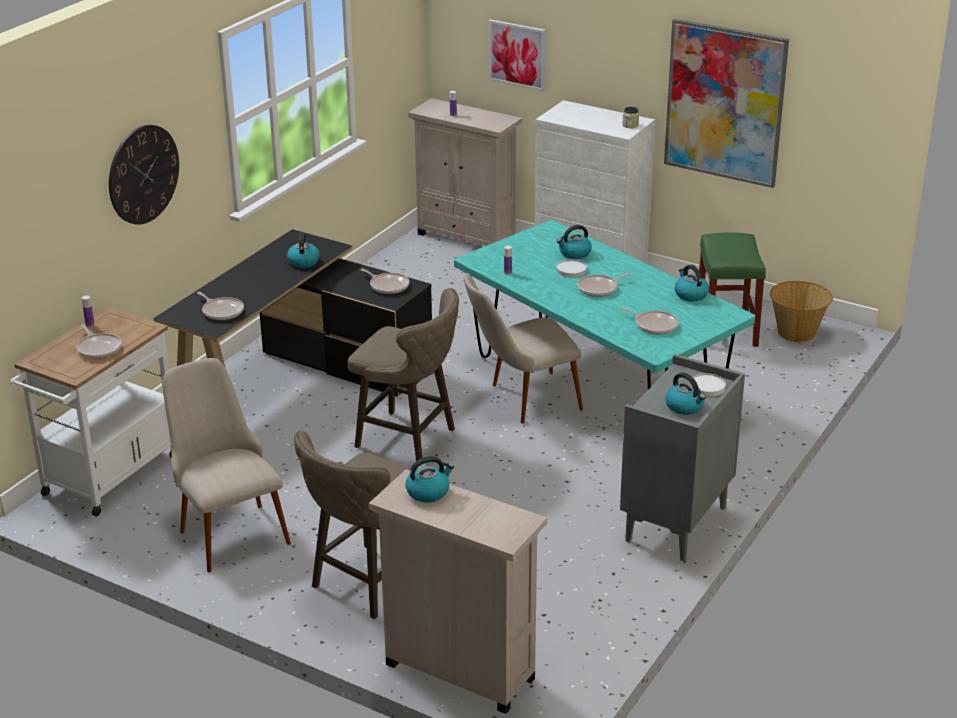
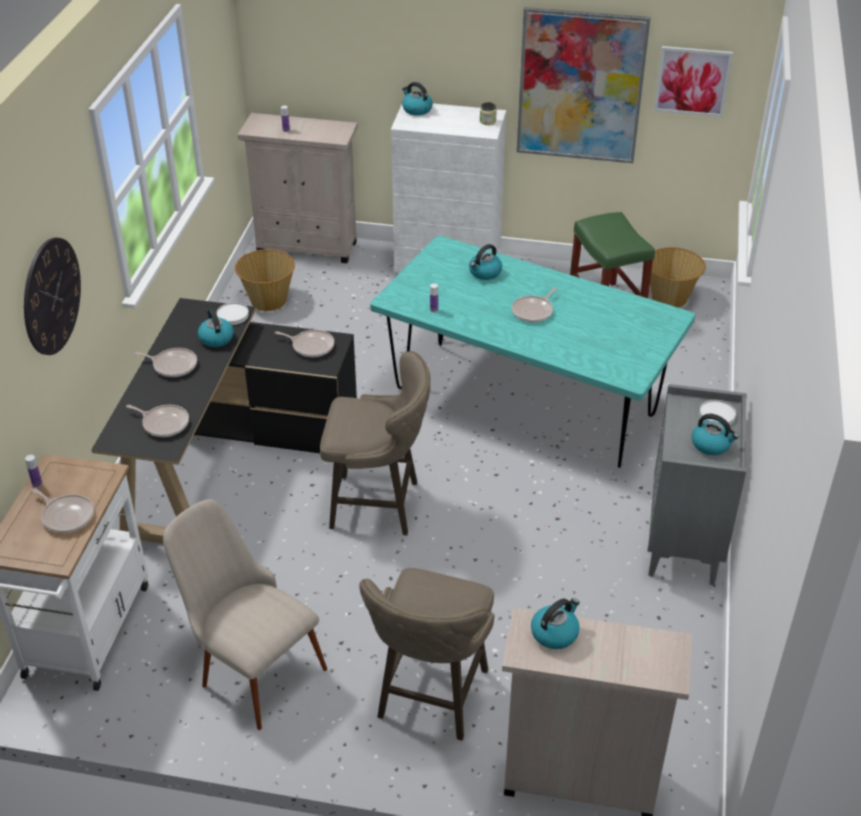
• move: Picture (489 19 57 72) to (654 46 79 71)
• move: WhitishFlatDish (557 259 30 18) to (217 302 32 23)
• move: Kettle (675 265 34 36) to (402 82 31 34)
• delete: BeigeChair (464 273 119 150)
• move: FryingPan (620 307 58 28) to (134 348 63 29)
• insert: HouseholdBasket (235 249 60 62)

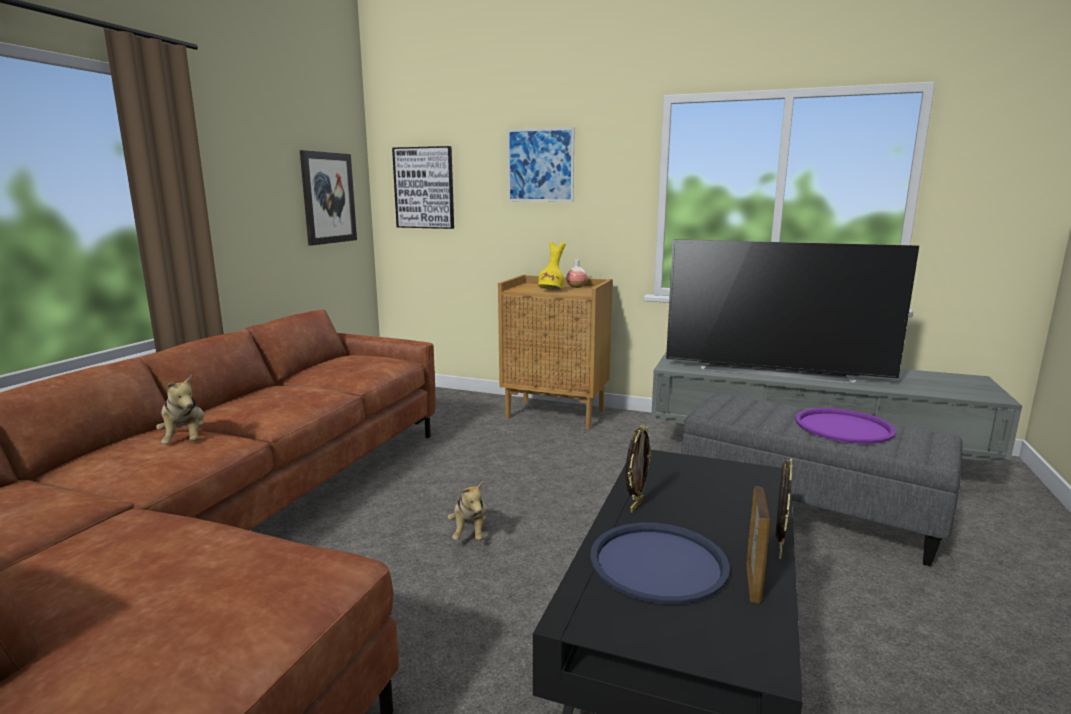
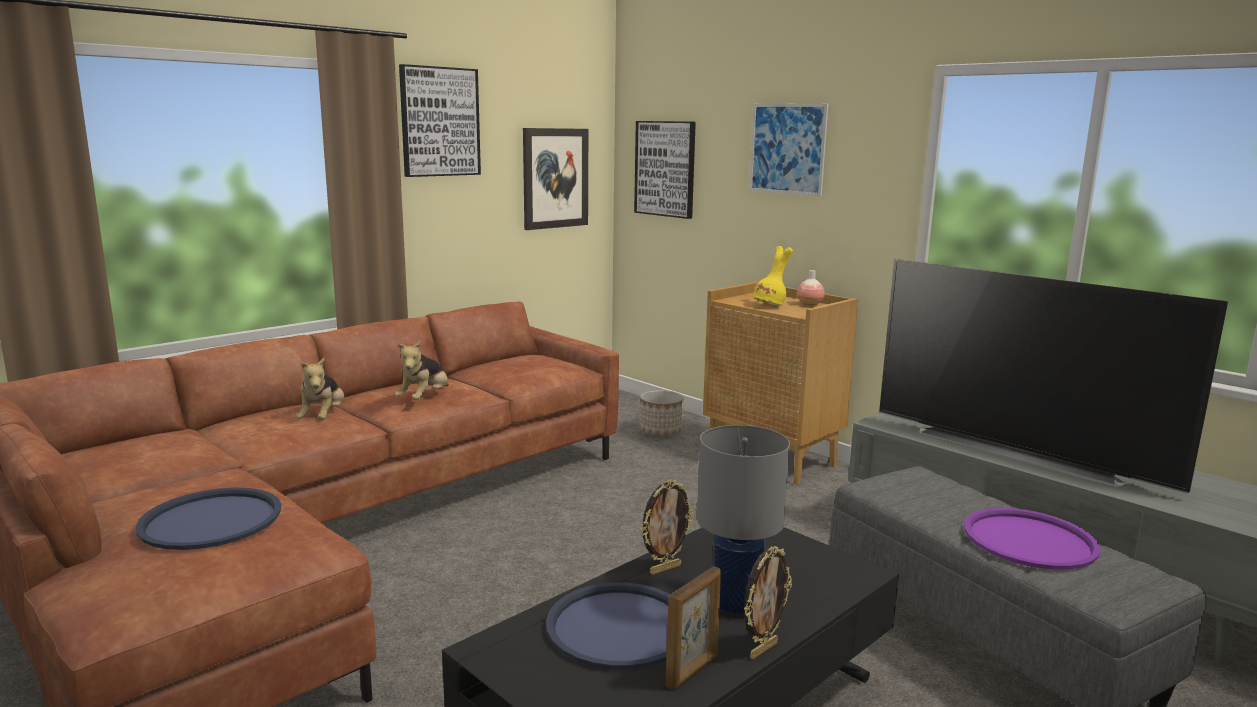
• move: CuddlyToy (448 481 39 60) to (395 341 53 59)
• insert: Picture (399 64 82 113)
• insert: Planter (640 390 44 46)
• insert: GrayTabletopLamp (697 425 93 189)
• insert: BlueTray (135 488 146 62)

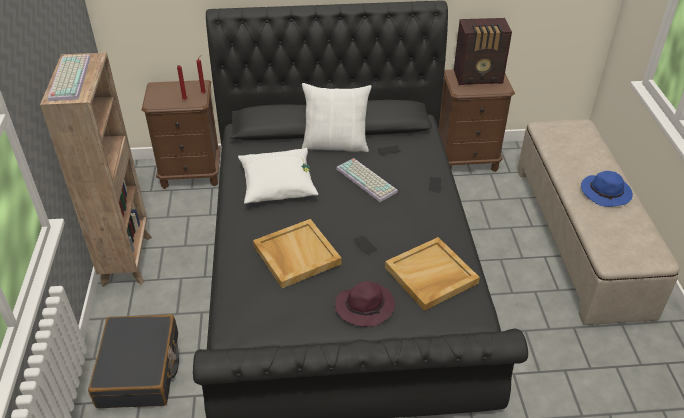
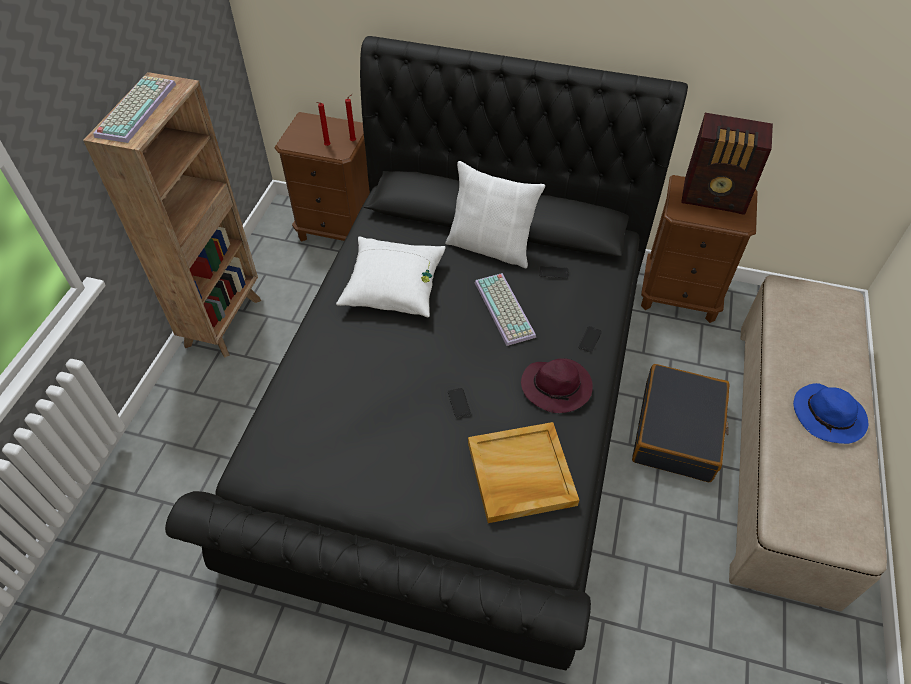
• delete: BeigeTray (253 219 88 70)
• move: PurpleClothingHat (335 281 60 46) to (521 358 72 55)
• move: BlackishPieceOfLuggage (88 315 91 93) to (632 364 98 118)

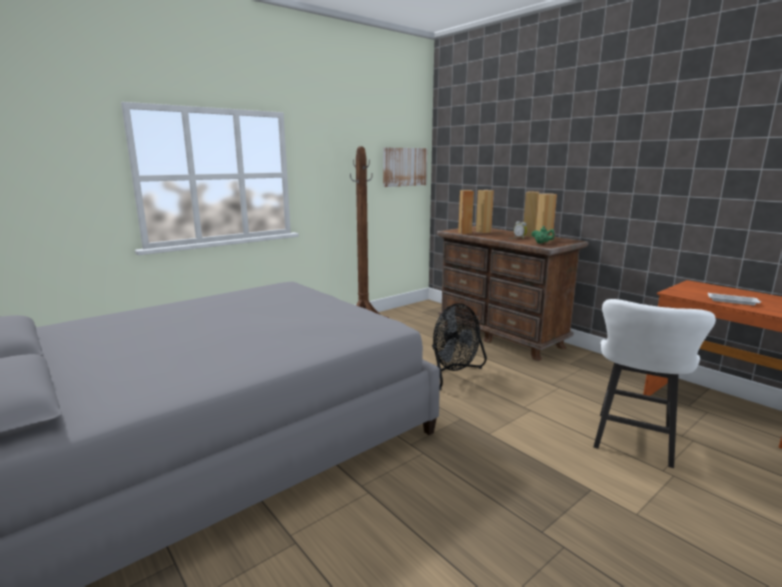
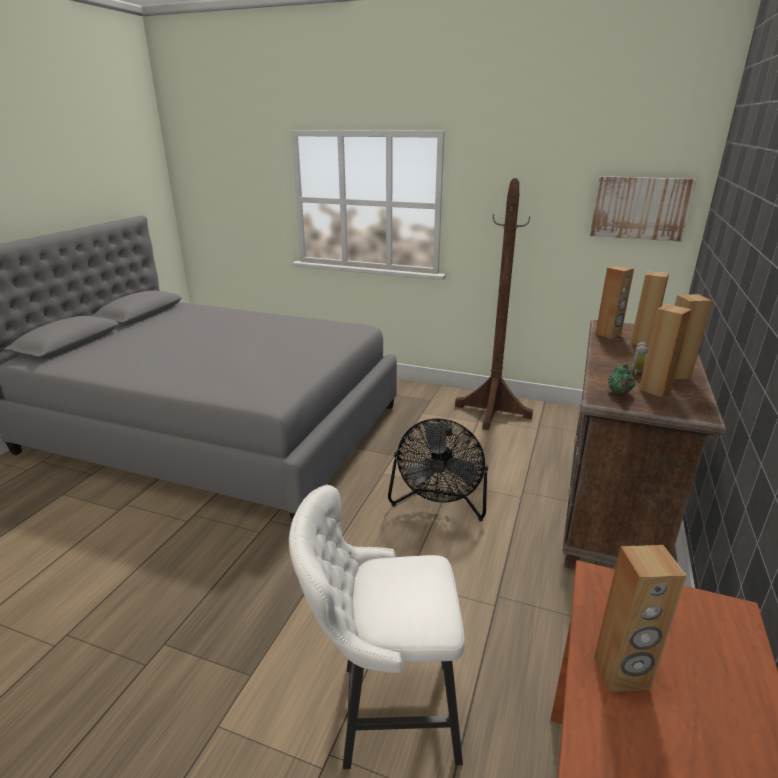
• replace: WhitishTray (707 292 54 13) to BrownLoudspeaker (594 545 93 147)

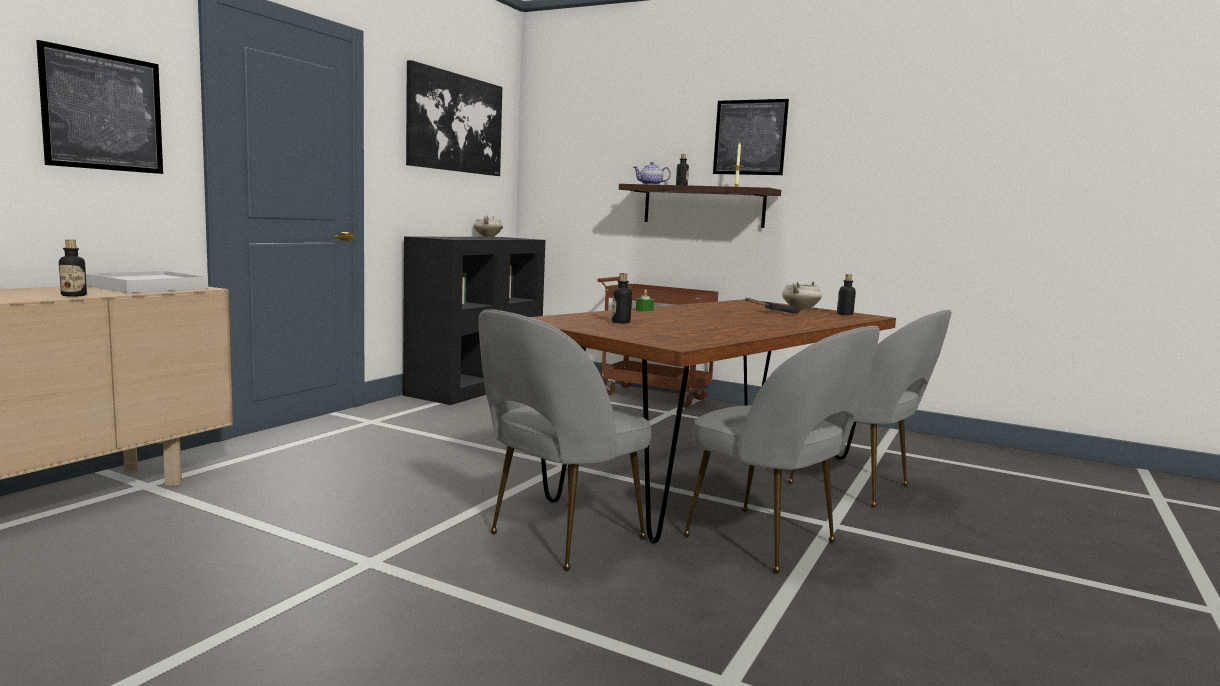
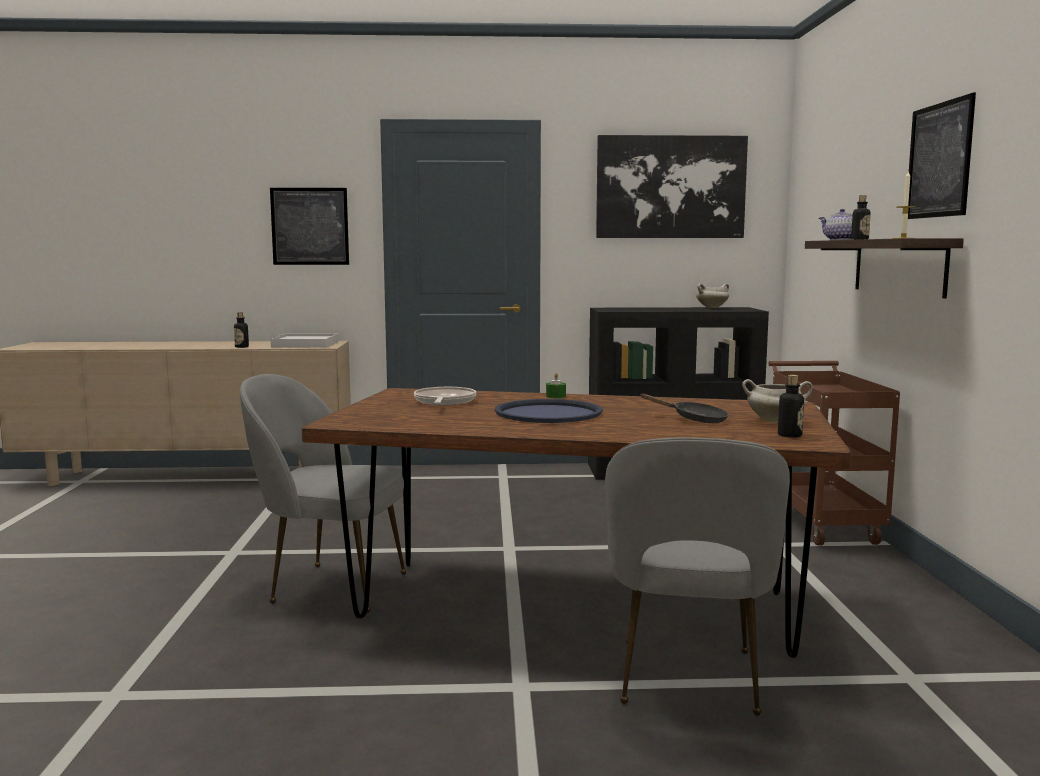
• replace: BeverageBottle (612 273 20 50) to FryingPan (414 387 62 18)
• delete: GrayChair (684 326 196 247)
• insert: BlueTray (495 399 108 24)

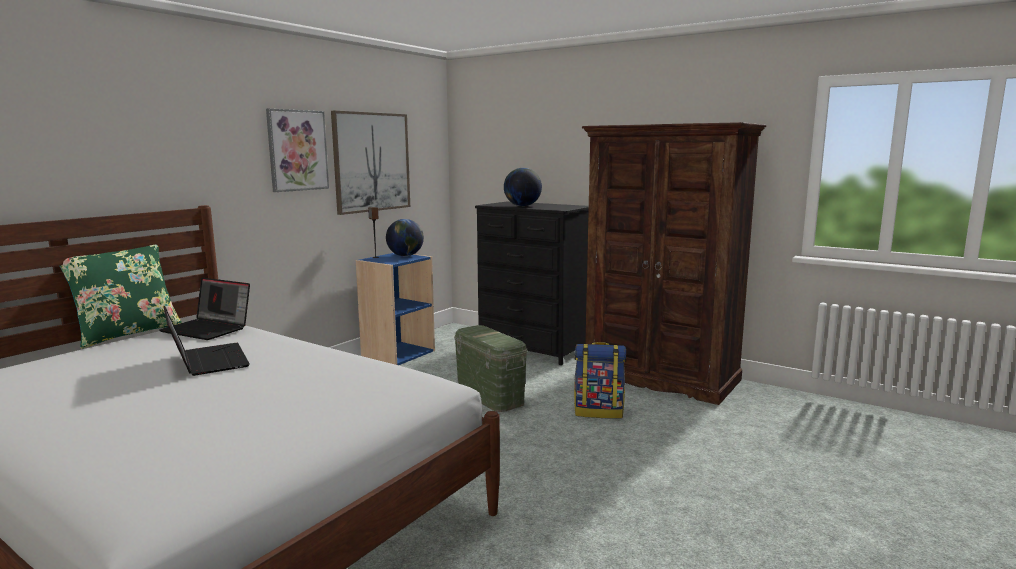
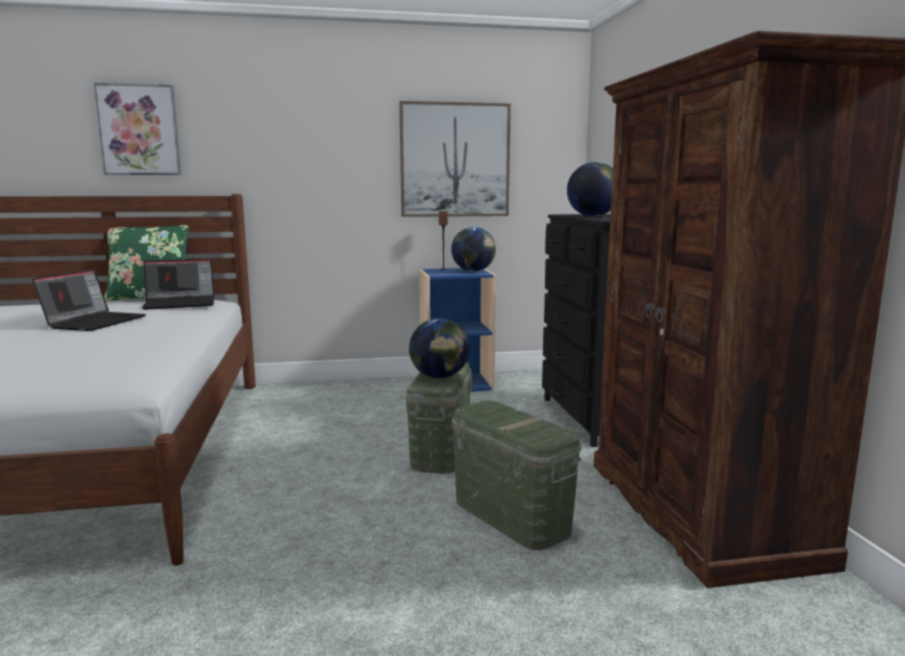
• move: Picture (266 108 63 84) to (93 83 88 92)
• rotate: PortableComputer (159 278 91 62) = (142 259 72 51) 90 degrees counterclockwise
• replace: Backpack (574 342 52 77) to GreenColouredStorageBox (452 400 129 151)
• insert: DeskGlobe (409 318 60 60)

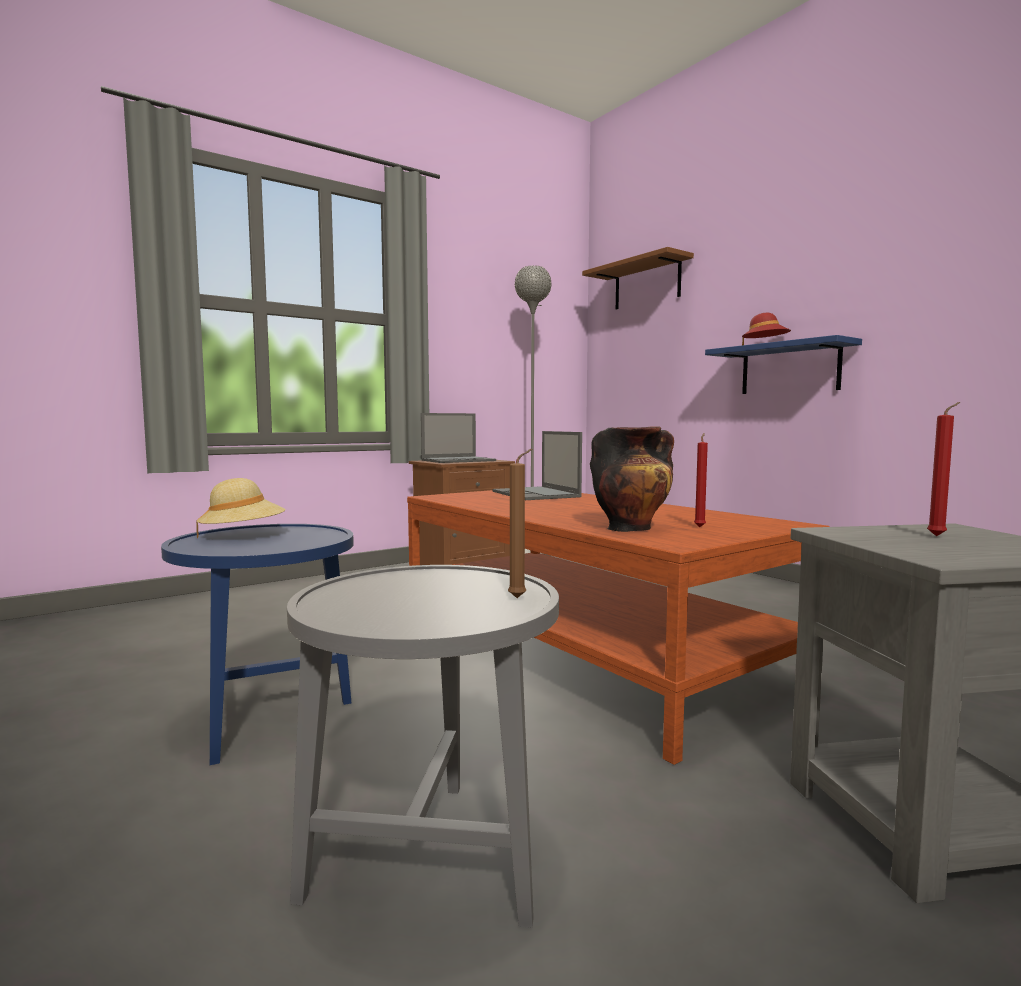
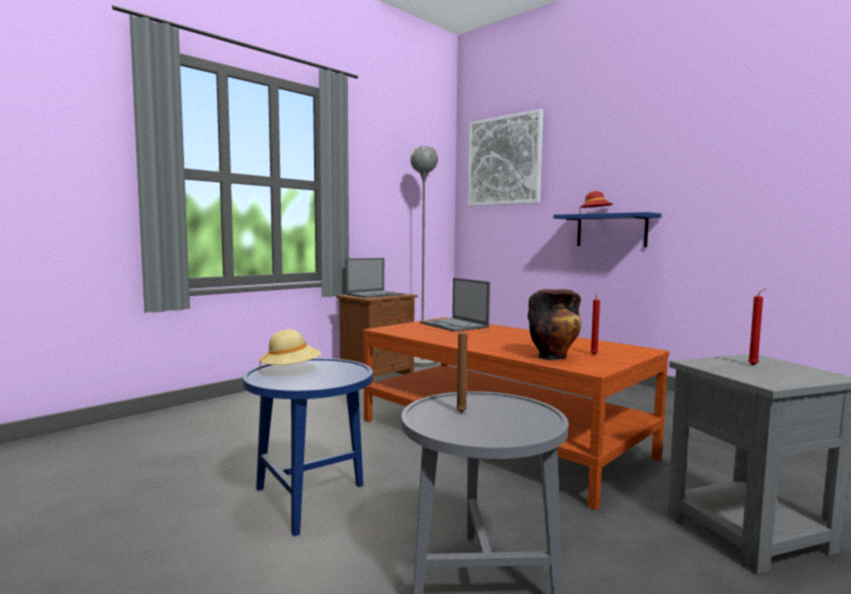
• replace: BrownShelf (582 247 112 62) to Picture (468 109 75 97)
• move: BrownWaxCandle (508 449 24 149) to (456 323 15 90)

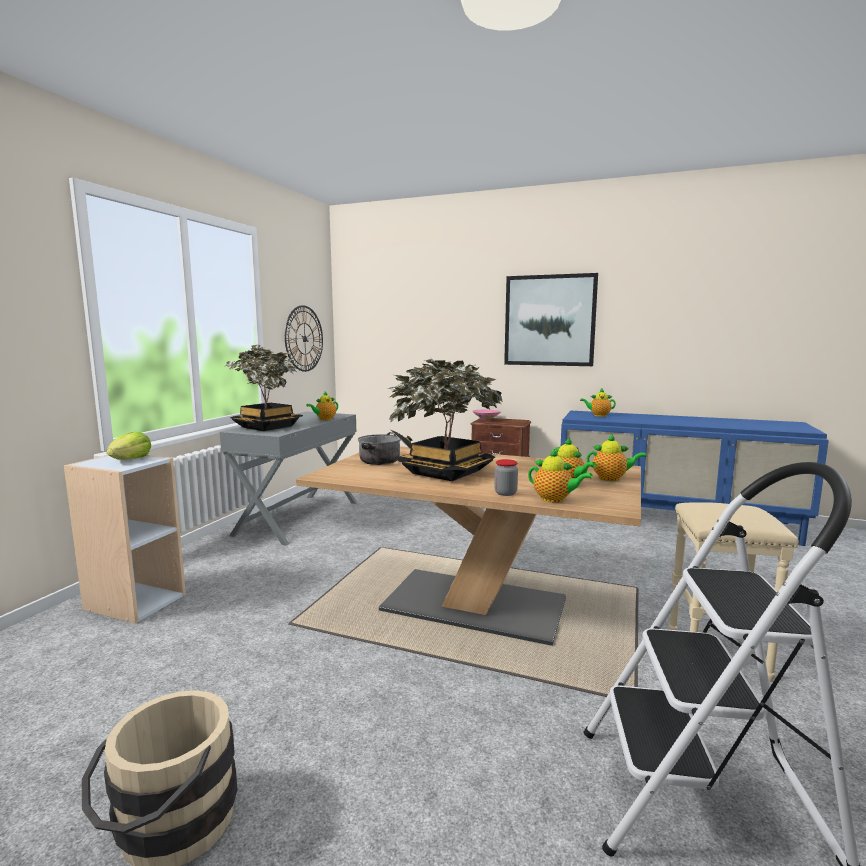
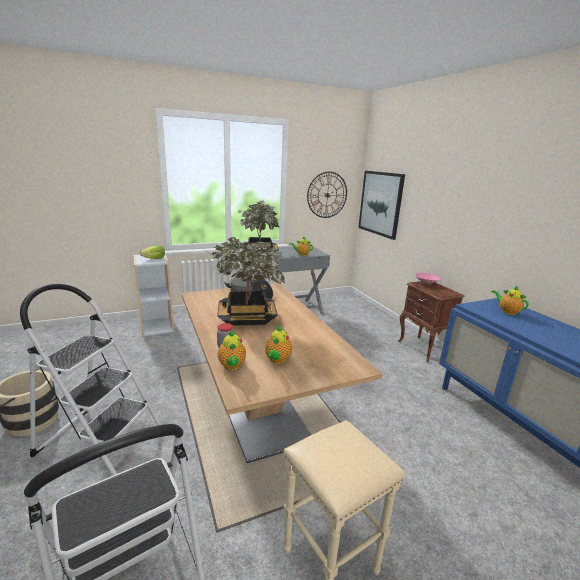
• move: Picture (504 273 94 93) to (358 171 47 69)
• delete: Teapot (587 434 60 47)
• insert: StepStool (20 284 142 192)

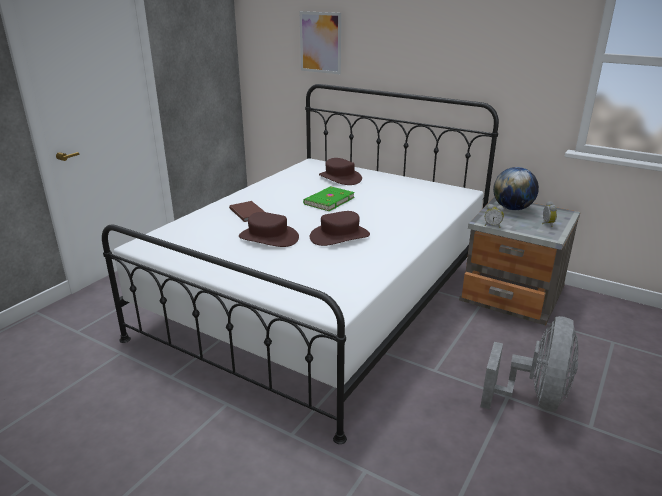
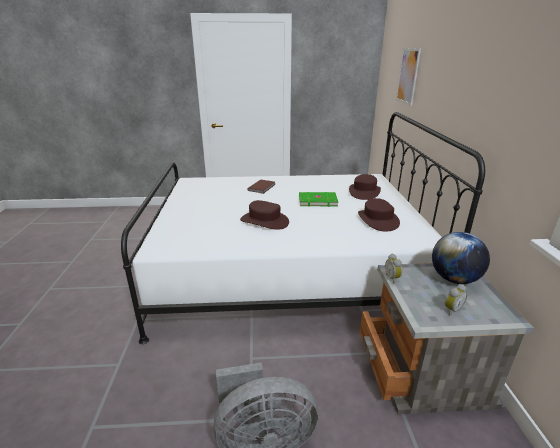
• move: BrownClothingHat (239 212 60 35) to (358 198 42 34)

